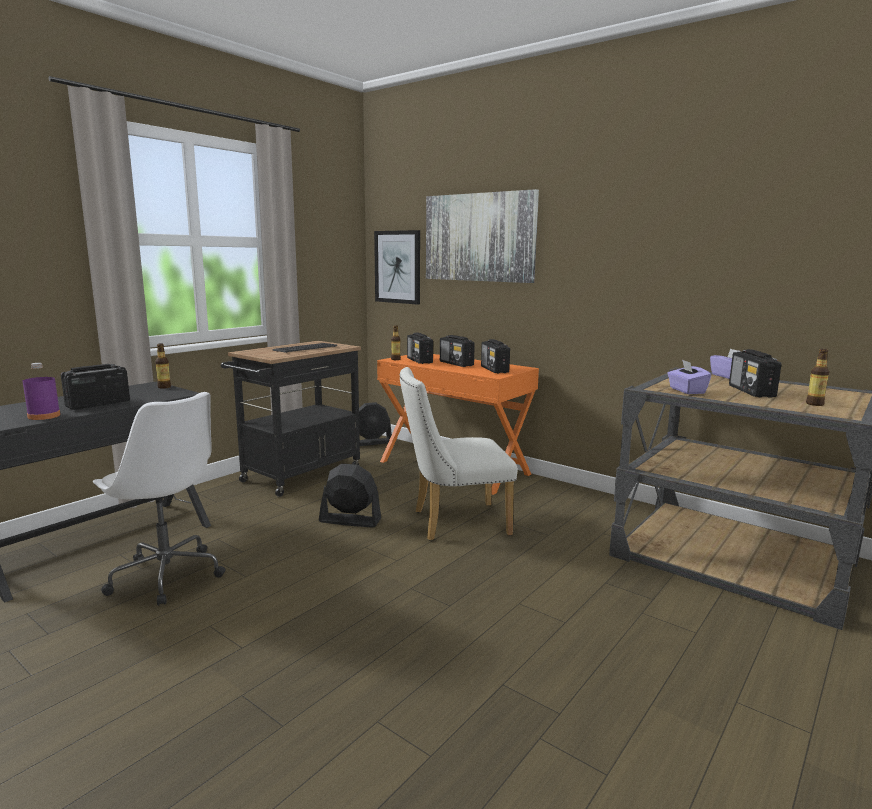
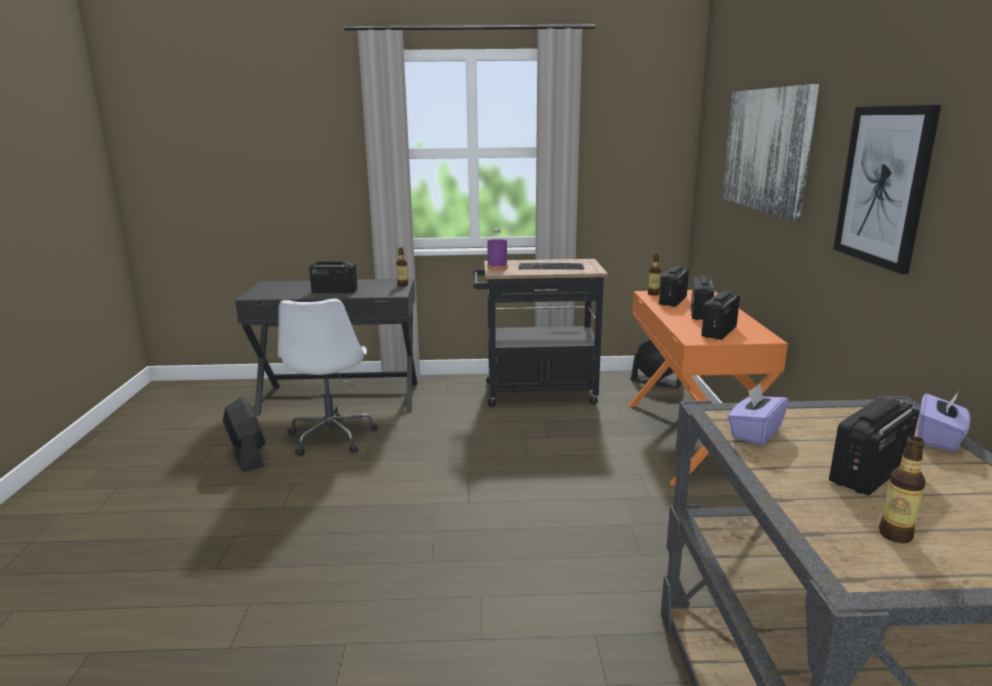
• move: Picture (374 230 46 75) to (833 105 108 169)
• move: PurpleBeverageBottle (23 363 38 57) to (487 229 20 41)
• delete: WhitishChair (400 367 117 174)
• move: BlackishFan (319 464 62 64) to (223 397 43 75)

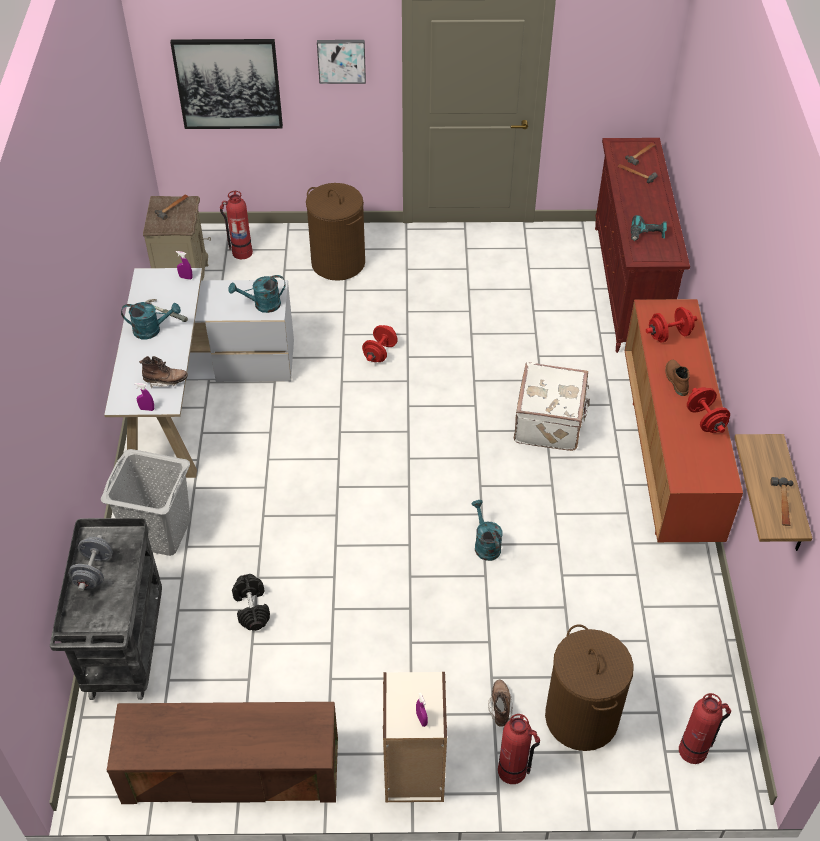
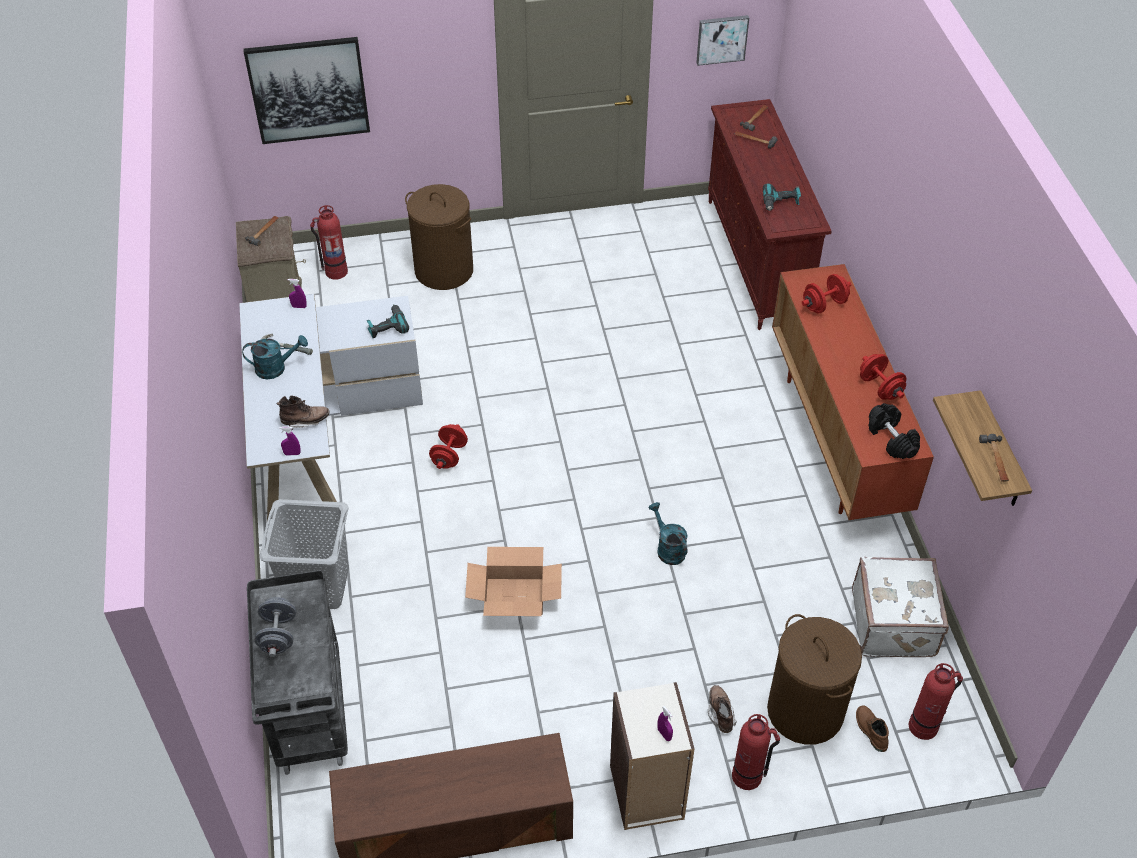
• move: Picture (317 40 49 44) to (696 15 53 51)
• replace: TurquoiseWateringPot (229 275 57 38) to Drill (366 304 43 34)
• move: ReddishDumbbell (362 325 36 37) to (429 424 39 45)
• move: BrownHighTopBoot (665 360 25 36) to (856 706 33 46)
• move: WhitishPieceOfLuggage (514 362 76 89) to (852 557 97 100)
• move: BlackishDumbbell (232 574 38 57) to (869 403 51 56)
• insert: PackingBox (465 547 97 69)

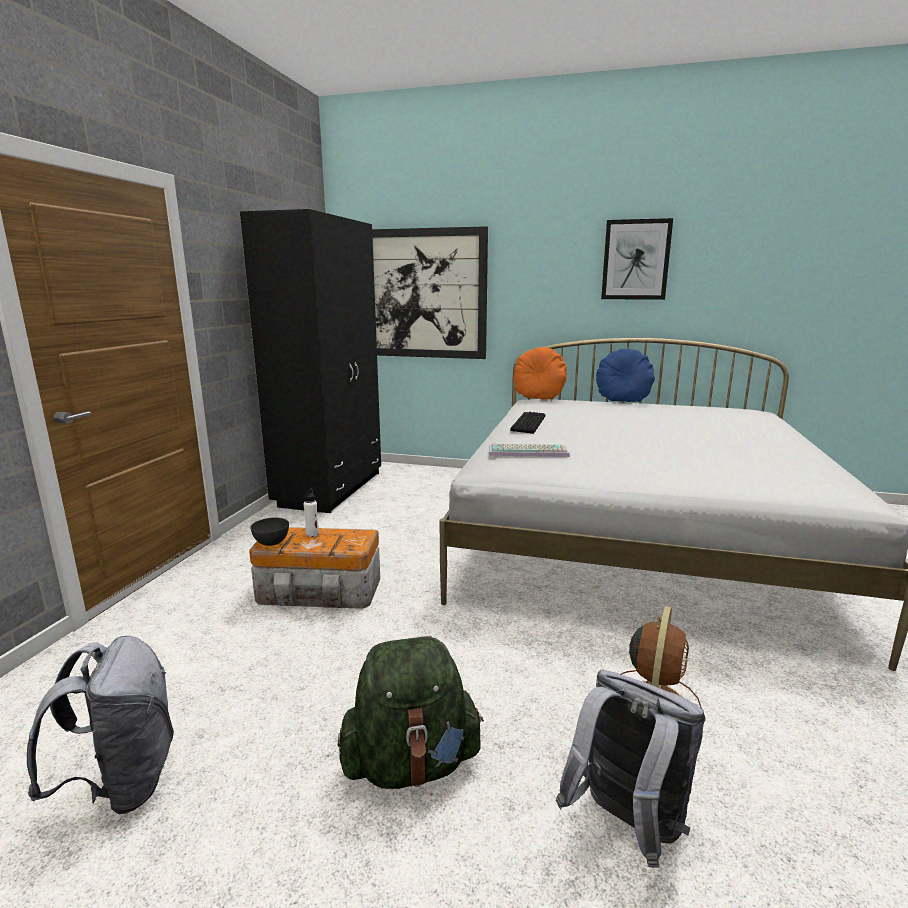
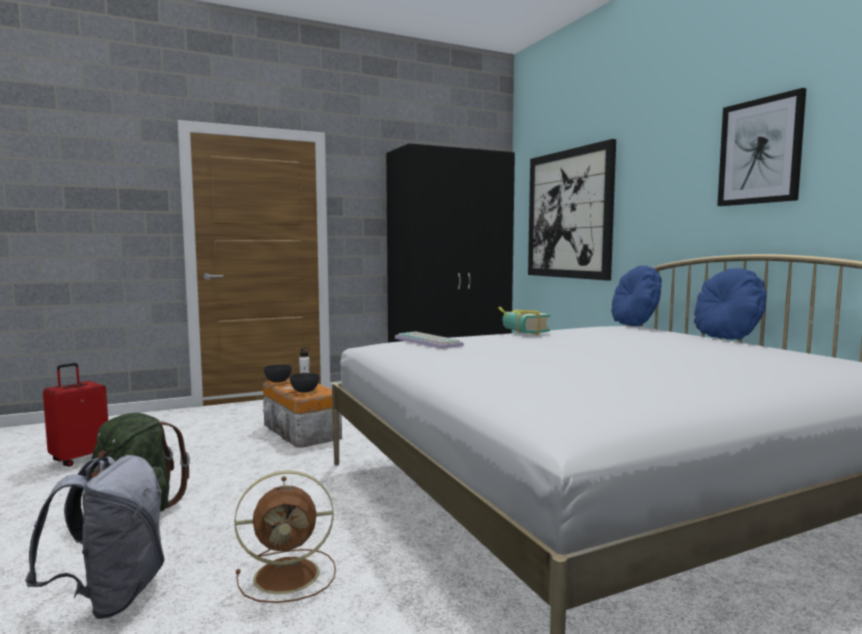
• recolor: OrangeyCushion (514 347 53 53) to BlueCushion (611 266 51 60)
• replace: Keyboard (510 412 35 22) to BoundBook (498 307 52 28)
• replace: GrayBackpack (27 636 147 178) to ReddishPieceOfLuggage (43 363 65 104)
• insert: GrayBowl (289 373 30 20)

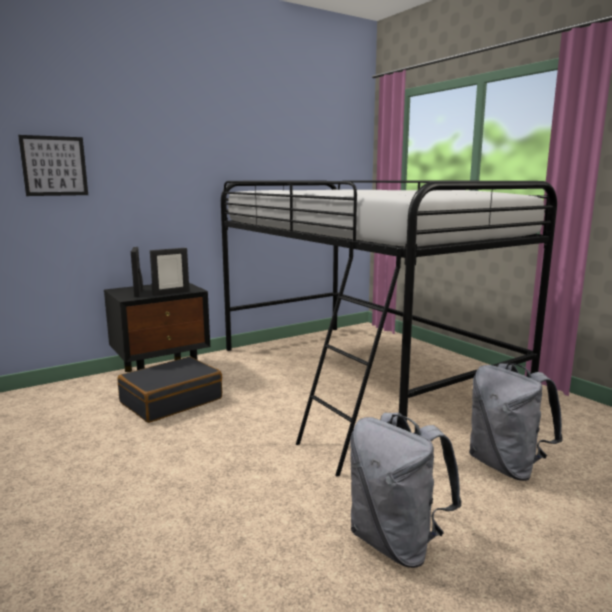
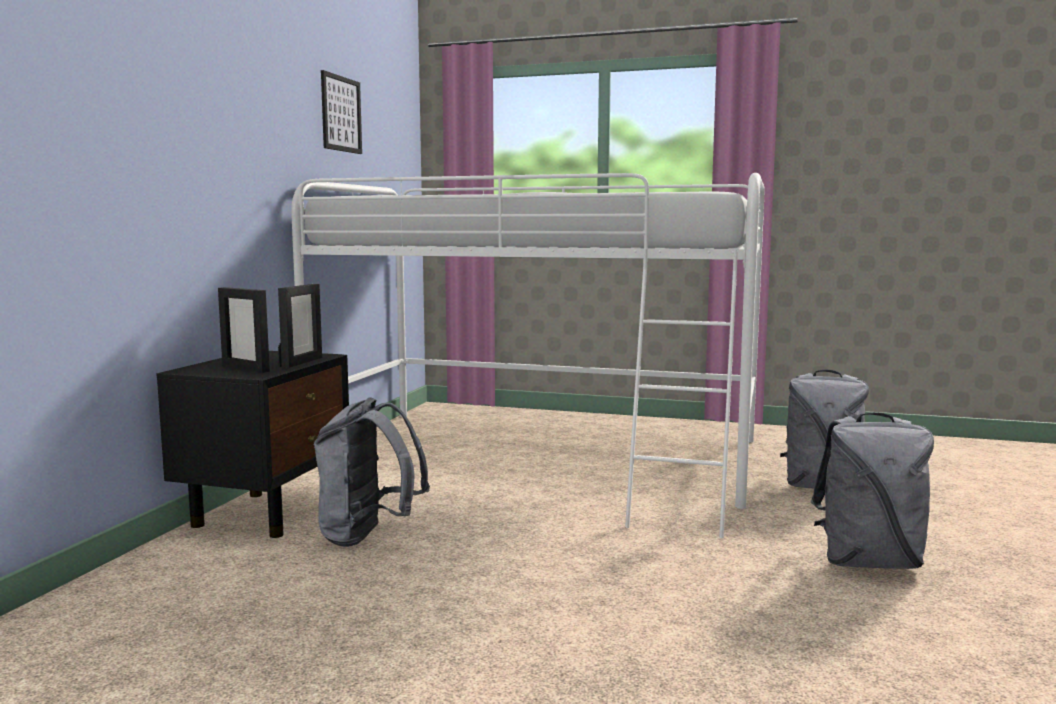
• move: Picture (18 135 70 61) to (321 70 41 84)
• recolor: BlackishSleepingBed (221 180 336 296) to WhitishSleepingBed (291 173 473 365)
• replace: BlackishPieceOfLuggage (118 357 104 66) to GrayBackpack (314 397 116 150)

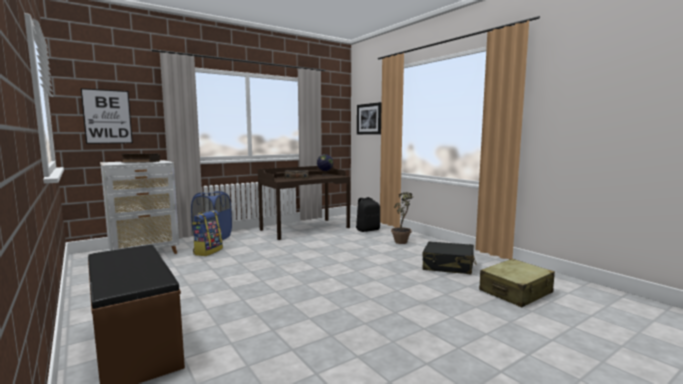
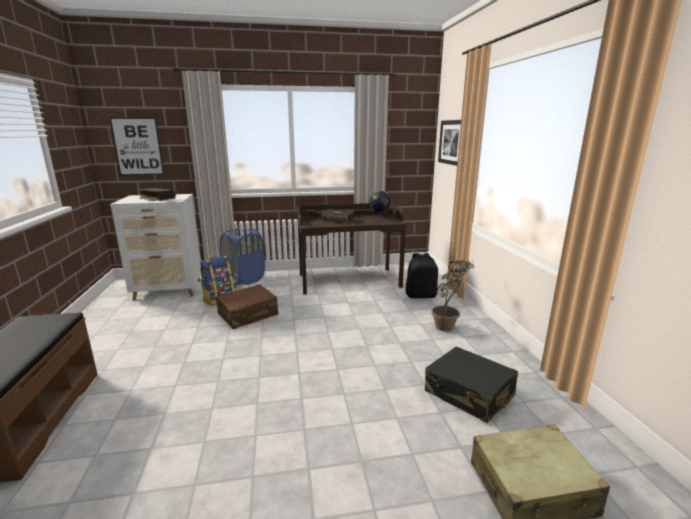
• insert: BrownPieceOfLuggage (216 284 63 45)

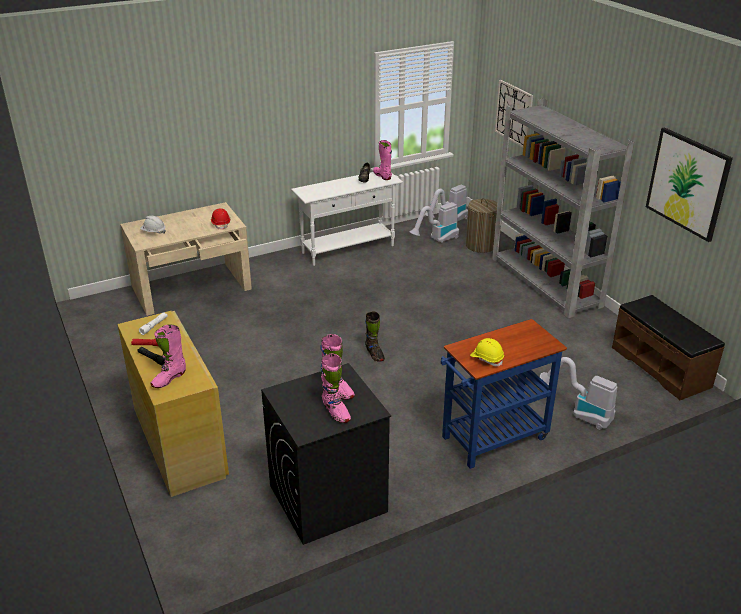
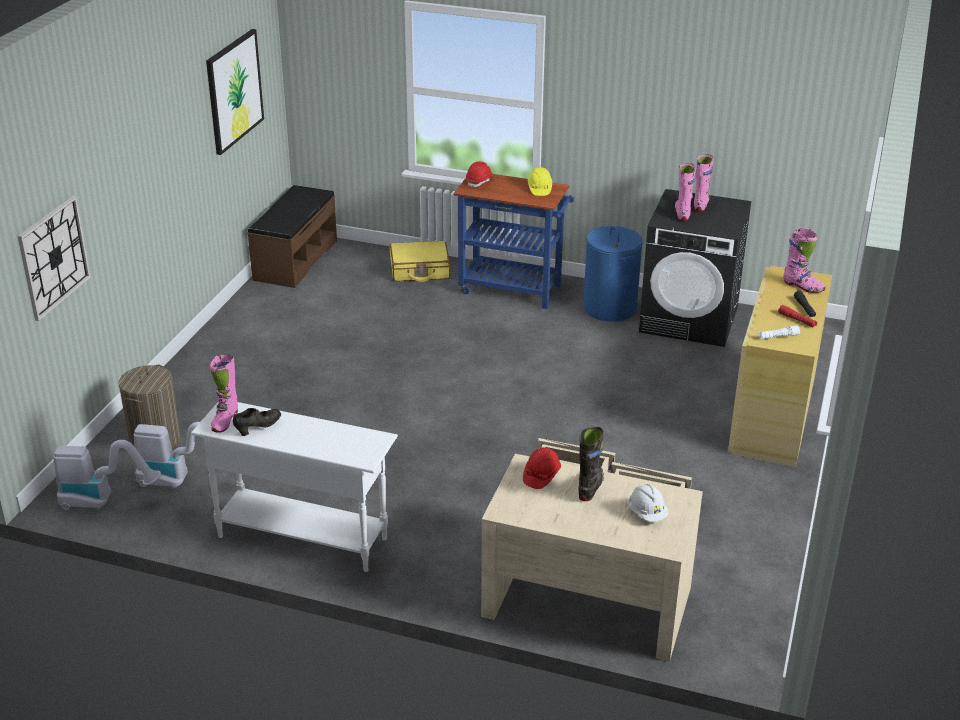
• delete: GrayBookshelf (492 98 142 221)
• move: BlackishHighTopBoot (365 311 20 51) to (578 427 26 74)
• rotate: PinkColouredHighTopBoot (150 324 36 64) = (784 228 42 65) 45 degrees clockwise
• replace: Vacuum (540 357 77 73) to YellowishPieceOfLuggage (390 241 60 41)
• insert: ReddishSafetyHelmet (466 161 27 27)
• insert: BlueWashingBasket (583 226 60 96)

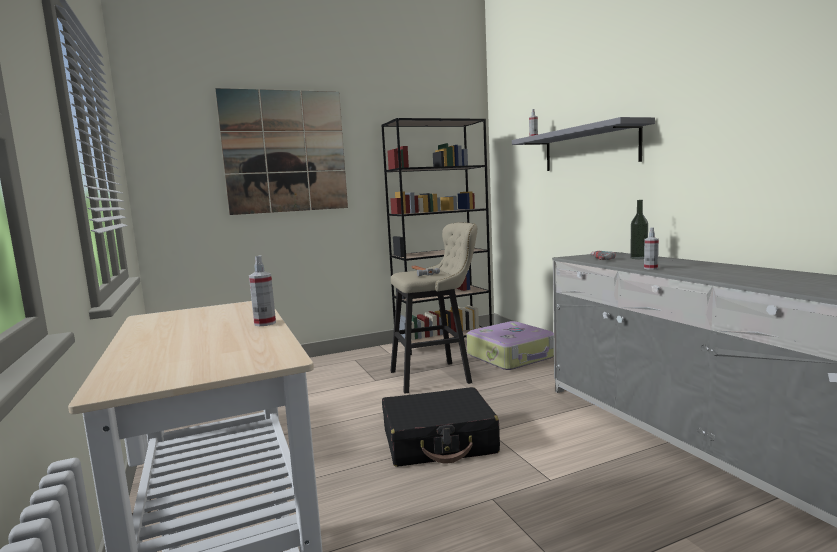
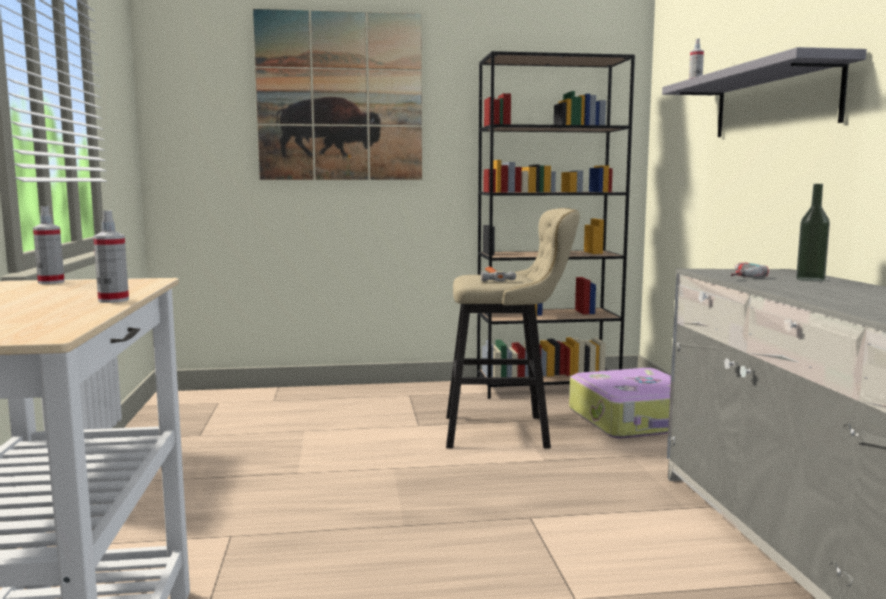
• move: SprayBottle (644 227 15 43) to (33 206 32 78)
• delete: BlackishPieceOfLuggage (382 387 118 80)

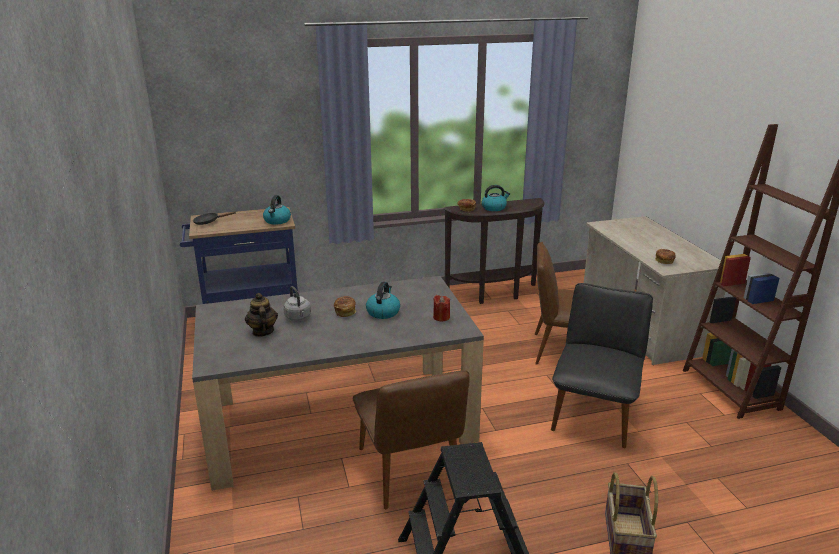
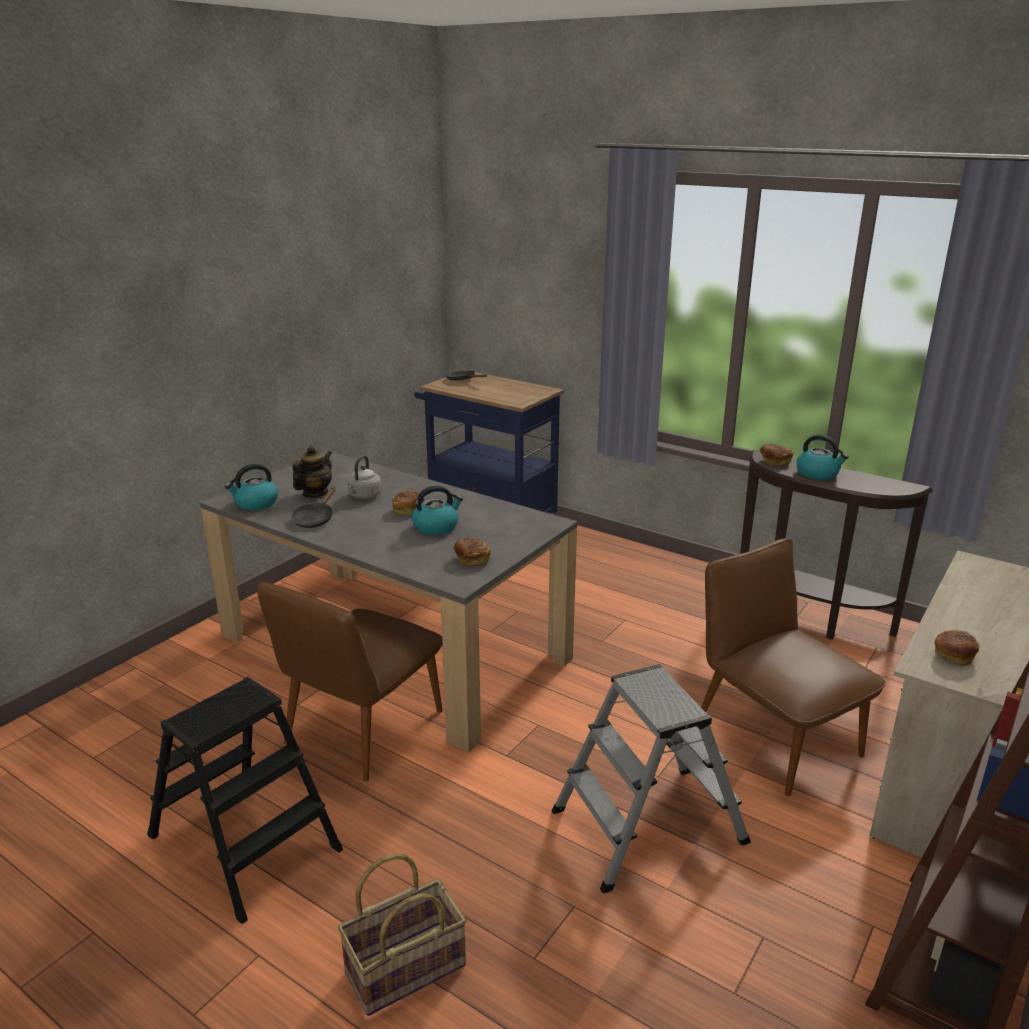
• move: Kettle (263 195 28 30) to (225 464 53 46)
• replace: BlackishChair (551 283 102 165) to GrayStepStool (552 664 199 229)
• replace: ReddishWaxCandle (433 295 17 27) to Bread (454 538 37 28)
• insert: BlackishFryingPan (291 487 45 41)

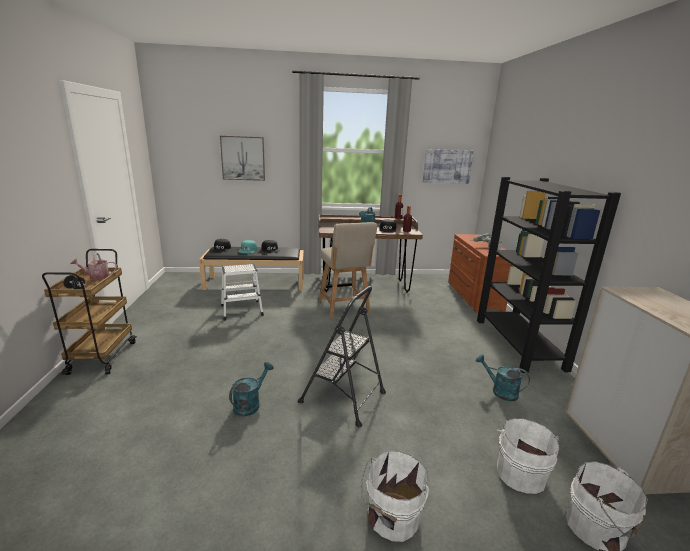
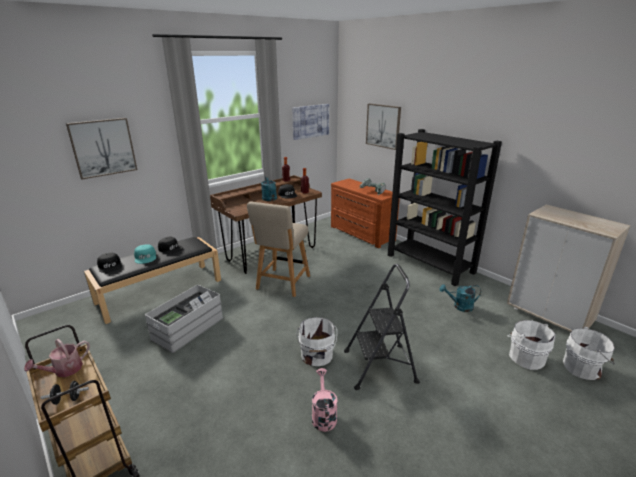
• rotate: BeigeChair (319 222 58 96) = (247 202 63 95) 75 degrees clockwise
• replace: WhitishStepStool (221 264 43 57) to GrayStorageBox (145 285 78 68)
• recolor: TurquoiseWateringPot (229 362 44 55) to PinkColouredWateringPot (312 368 26 64)
• move: WhitishBucket (361 451 68 91) to (297 317 40 49)
• insert: Picture (366 104 35 46)

